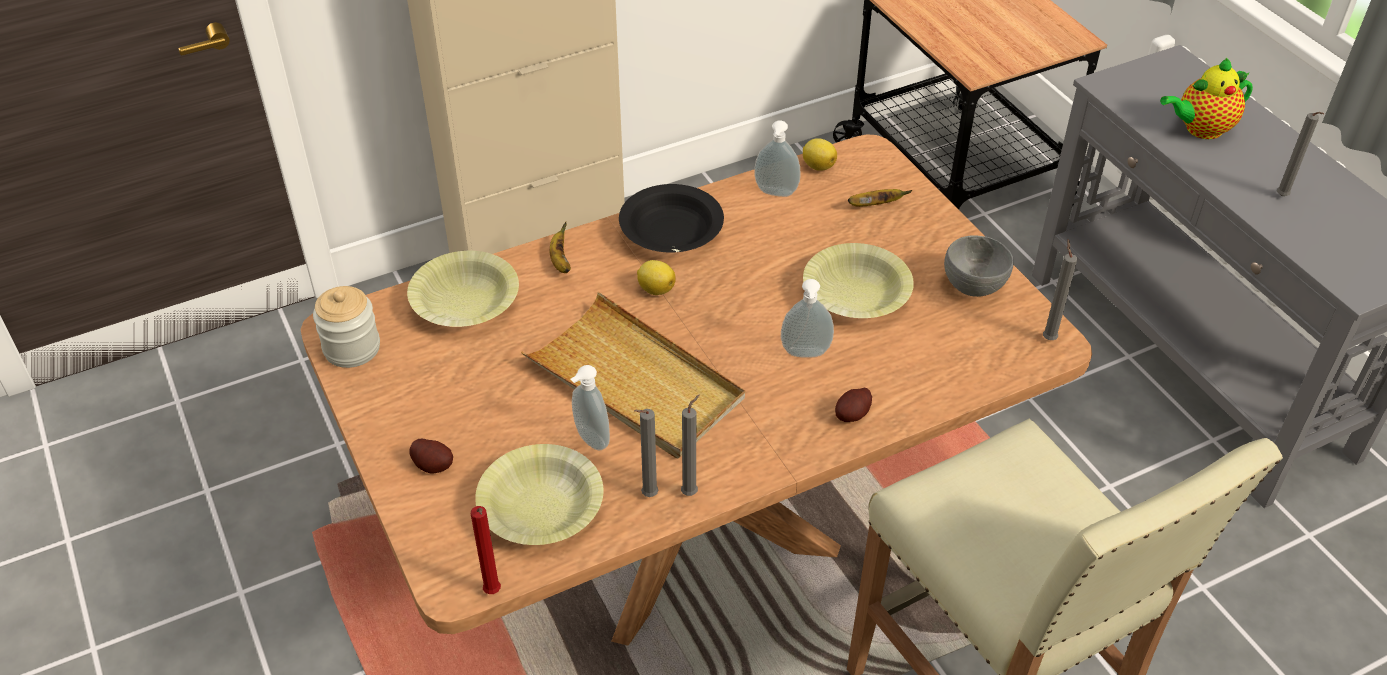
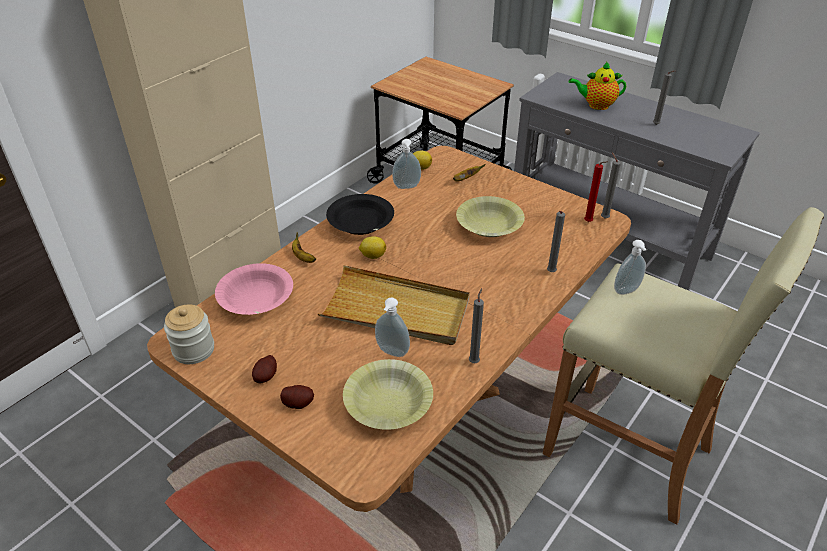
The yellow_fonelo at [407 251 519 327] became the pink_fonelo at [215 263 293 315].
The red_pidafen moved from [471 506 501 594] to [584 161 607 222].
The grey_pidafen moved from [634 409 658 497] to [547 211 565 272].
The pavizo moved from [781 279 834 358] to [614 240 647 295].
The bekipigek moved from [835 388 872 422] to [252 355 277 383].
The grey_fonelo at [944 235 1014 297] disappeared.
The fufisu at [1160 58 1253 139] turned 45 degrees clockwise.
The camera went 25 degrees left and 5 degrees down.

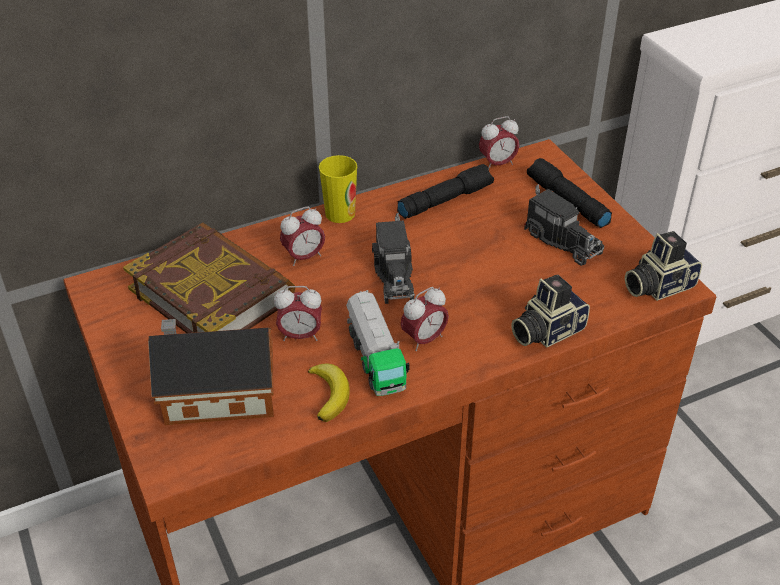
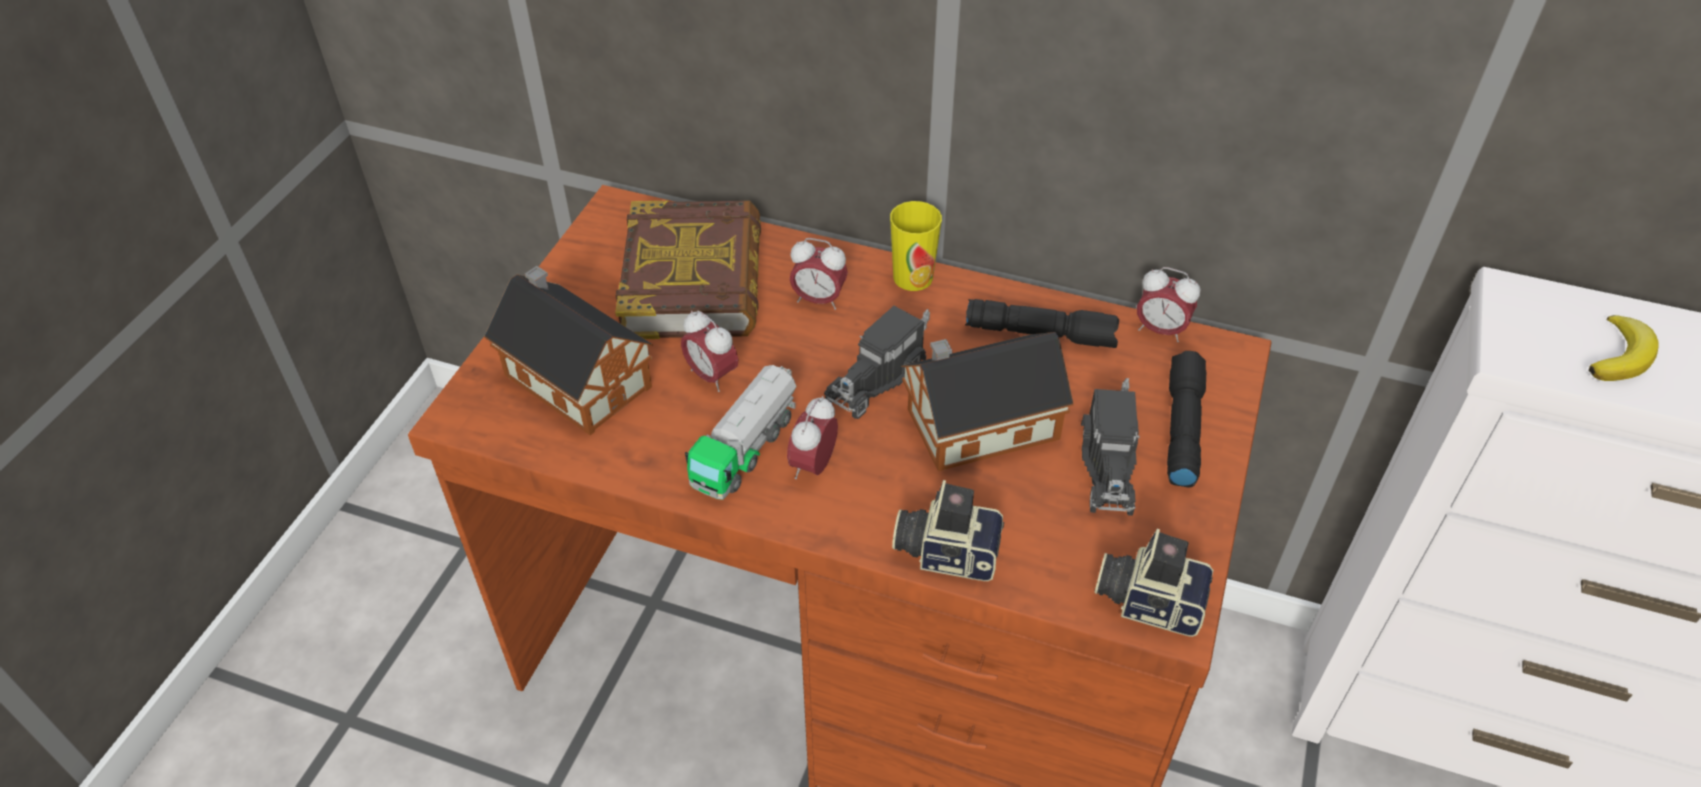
The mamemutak moved from [308 363 350 422] to [1588 315 1658 381].
The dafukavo at [401 287 449 351] turned 105 degrees clockwise.
The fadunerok at [901 332 1074 471] appeared.
The camera went 45 degrees right and 5 degrees up.

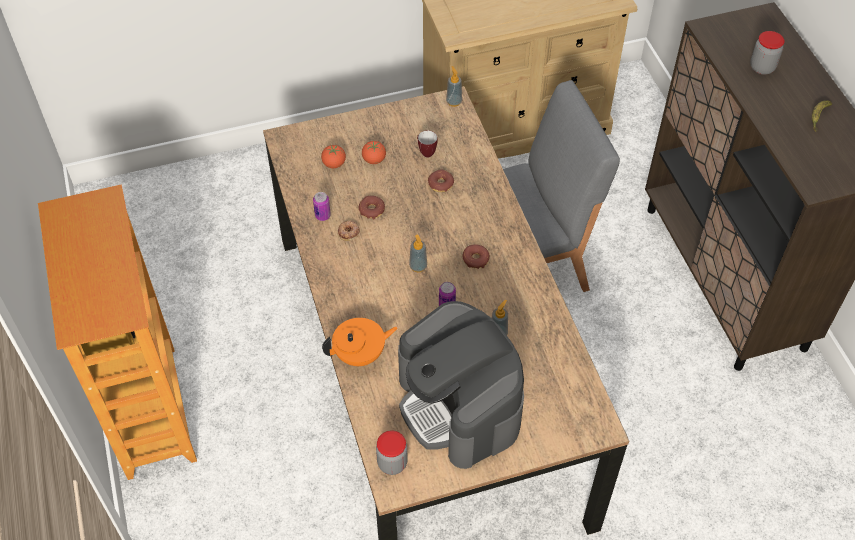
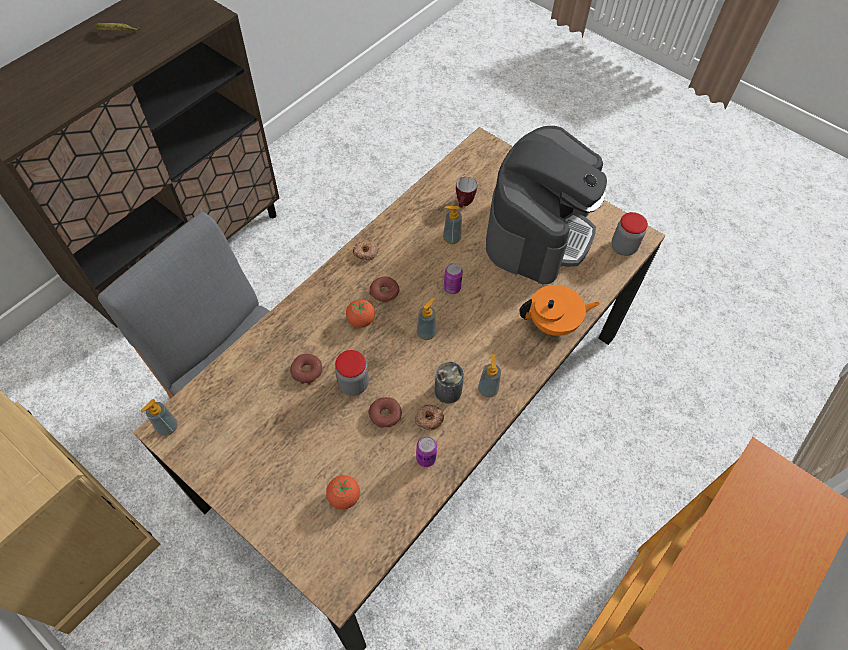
The orange_fufisu at [322 318 398 366] turned 135 degrees clockwise.
The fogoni moved from [362 141 386 164] to [346 299 375 328].
The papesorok moved from [417 130 438 158] to [456 177 477 208].
The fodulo moved from [750 31 784 75] to [335 350 369 396].
The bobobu at [353 241 378 261] appeared.
The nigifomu at [434 362 464 404] appeared.
The pavizo at [478 354 501 398] appeared.
The camera went 125 degrees left and 5 degrees up.

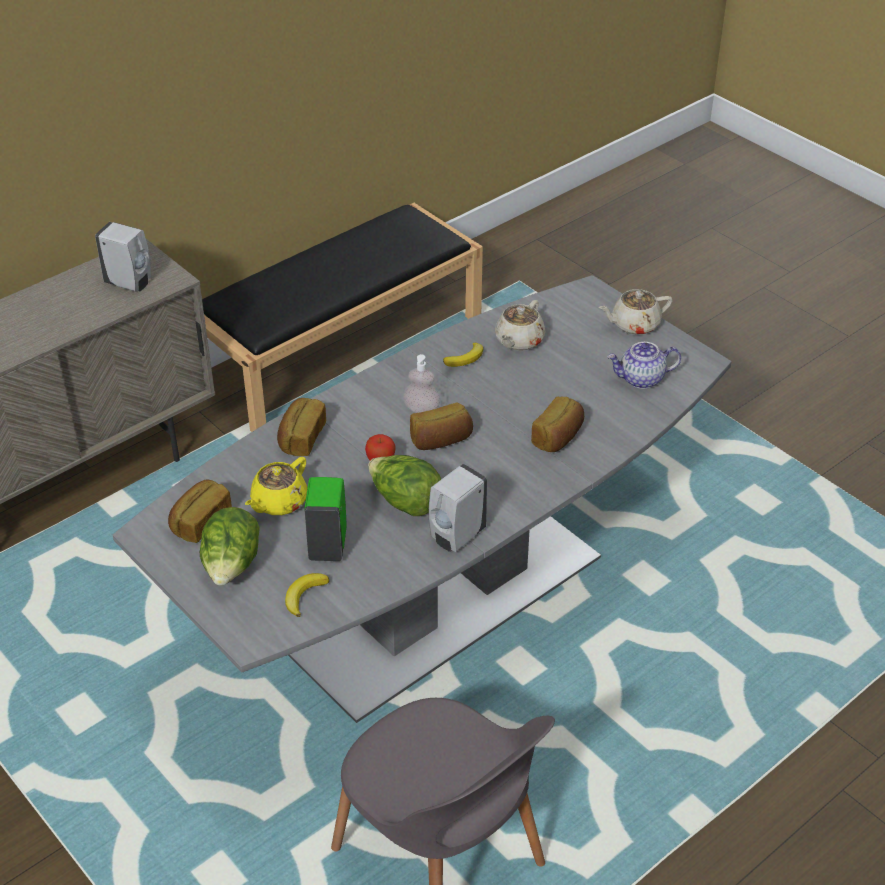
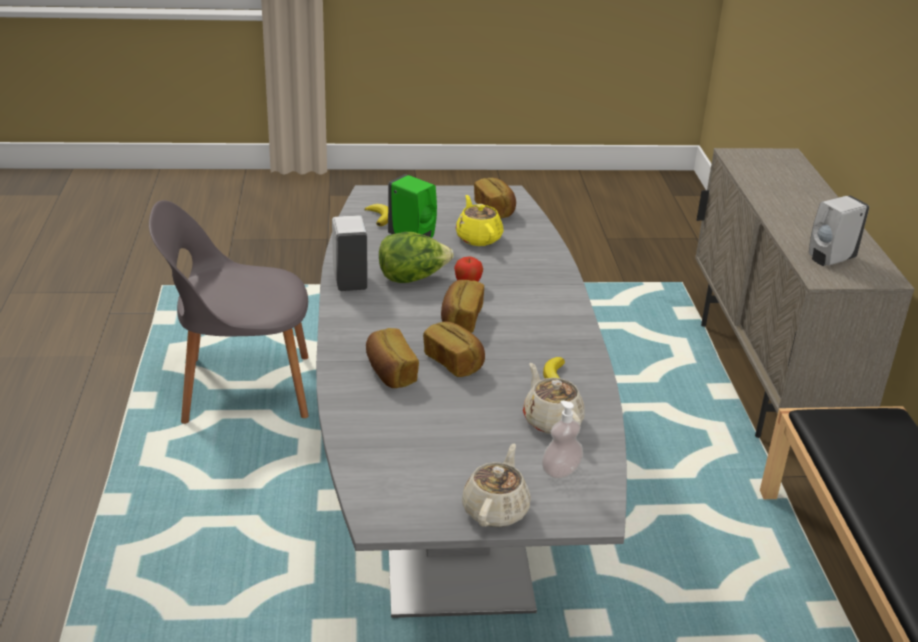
The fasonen at [200 507 260 586] disappeared.
The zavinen moved from [277 398 326 456] to [423 322 485 377].
The pavizo moved from [403 354 441 413] to [542 401 583 479].
The fufisu at [607 342 681 389] disappeared.
The camera went 125 degrees right and 10 degrees down.

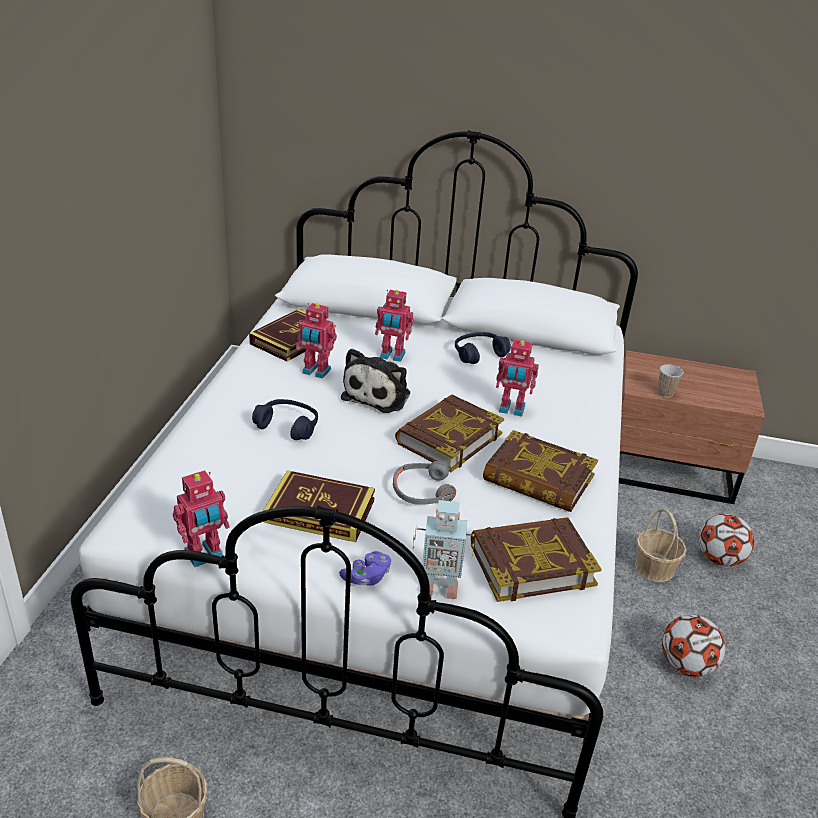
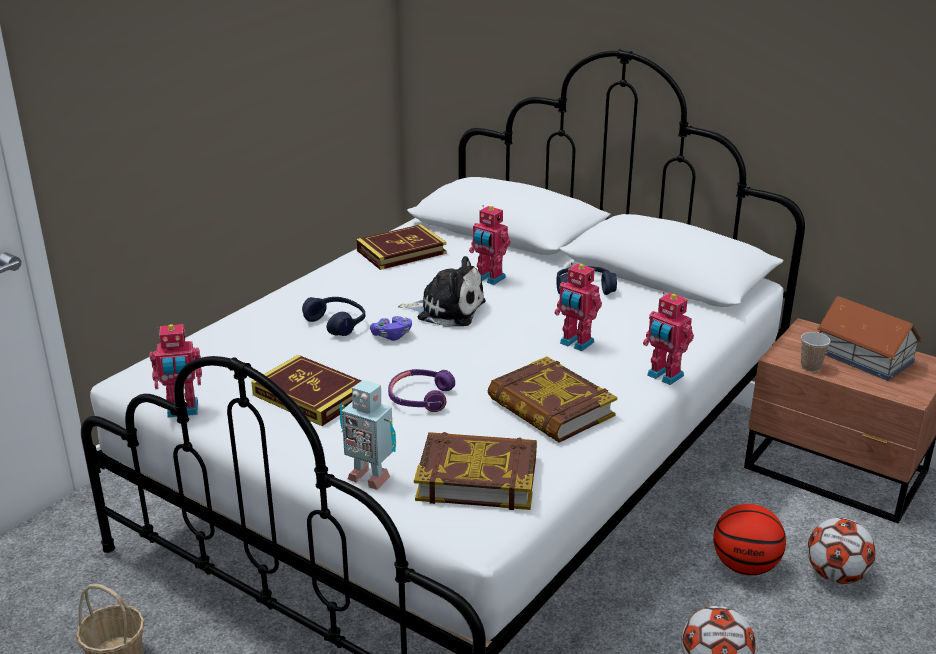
The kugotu moved from [296 303 337 379] to [643 292 694 385].
The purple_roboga moved from [339 551 391 586] to [370 316 412 341].
The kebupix at [341 348 410 413] turned 120 degrees counterclockwise.
The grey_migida at [393 461 456 505] became the purple_migida at [388 369 455 412].
The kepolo at [395 395 504 472] disappeared.
The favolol at [635 508 687 582] was replaced by the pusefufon at [713 504 786 576].
The fadunerok at [816 296 922 381] appeared.
The camera went 25 degrees right and 5 degrees down.

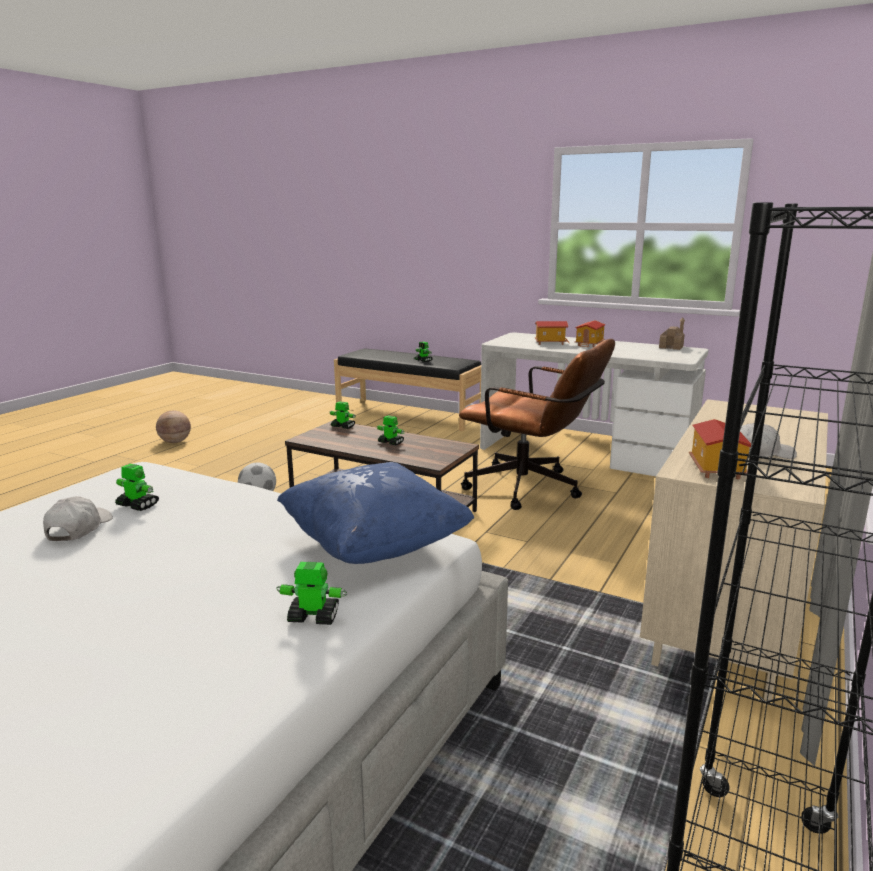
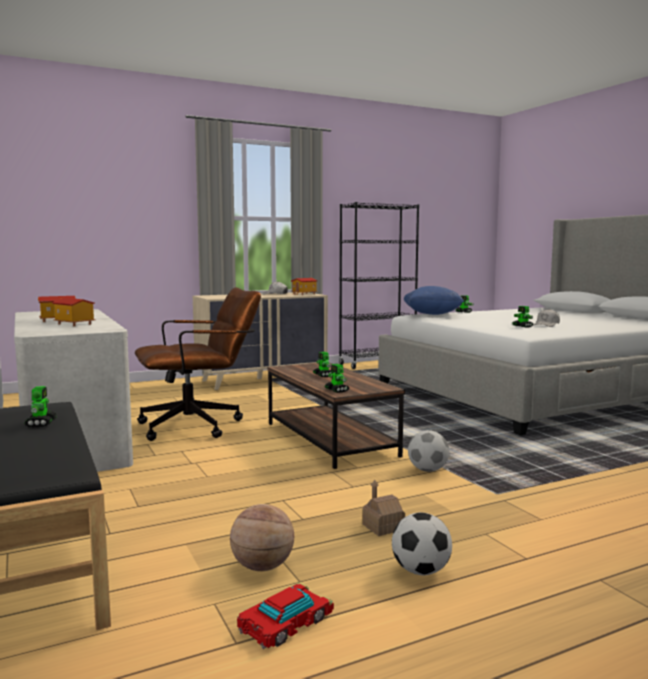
The pusefufon moved from [156 411 191 443] to [230 504 294 571].
The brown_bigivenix at [459 339 615 510] turned 90 degrees clockwise.
The fadunerok moved from [659 318 685 350] to [362 480 405 536].
The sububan at [237 583 334 649] appeared.
The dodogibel at [392 512 452 575] appeared.
The camera went 145 degrees left and 10 degrees down.

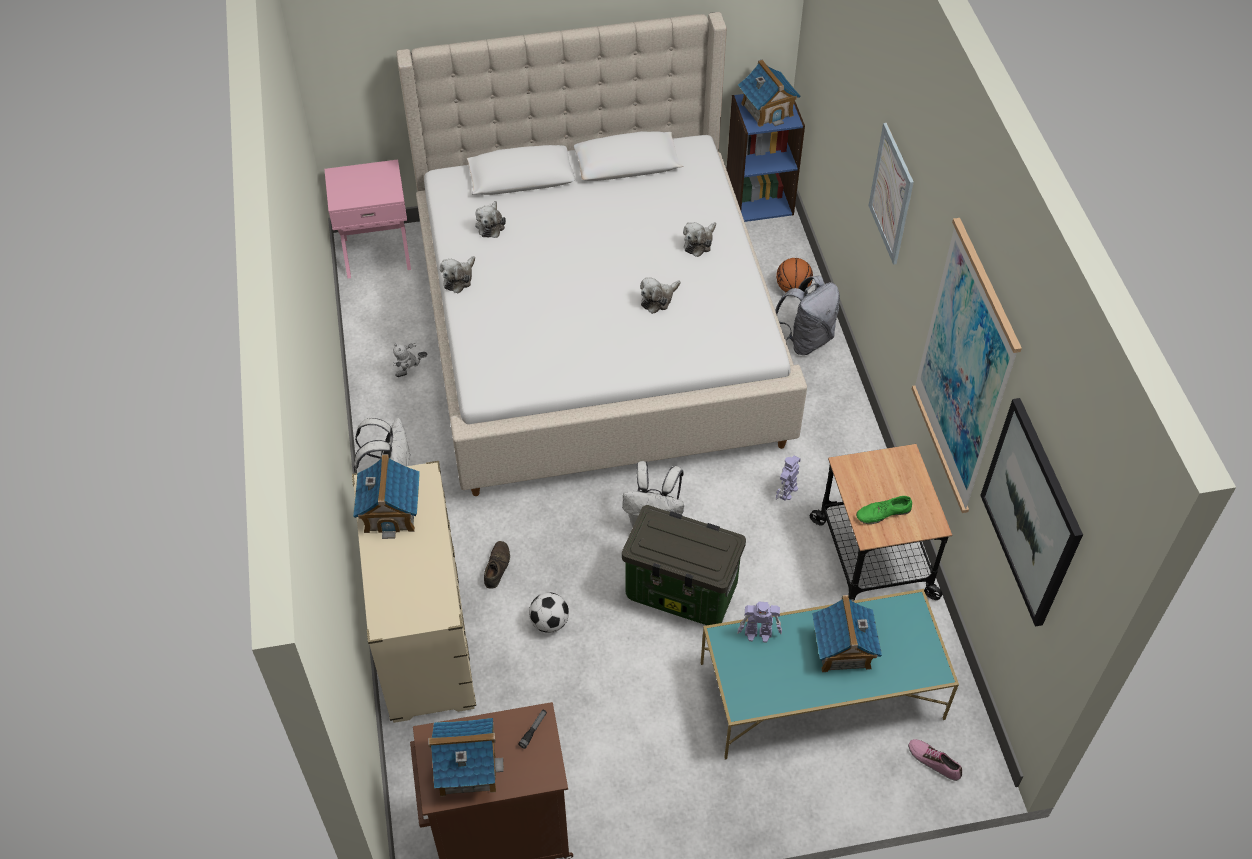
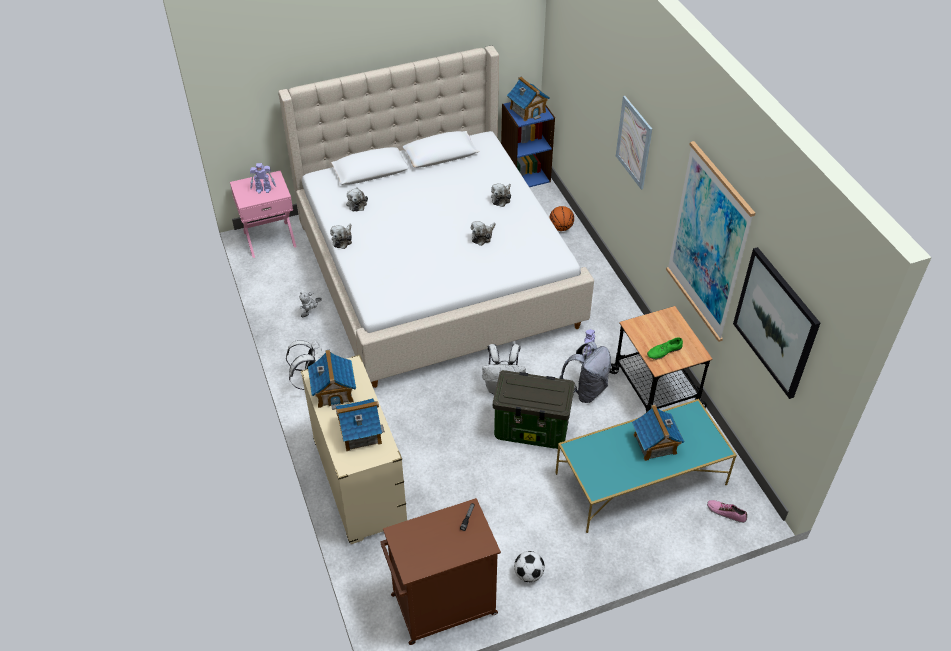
The fadunerok moved from [428 718 504 797] to [336 398 385 451].
The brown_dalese at [484 541 510 589] disappeared.
The dodogibel moved from [529 592 569 633] to [514 551 545 582].
The kugotu moved from [737 601 782 643] to [250 163 276 194].
The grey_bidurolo moved from [775 276 840 355] to [560 342 611 403].
The camera went 10 degrees left and 5 degrees down.

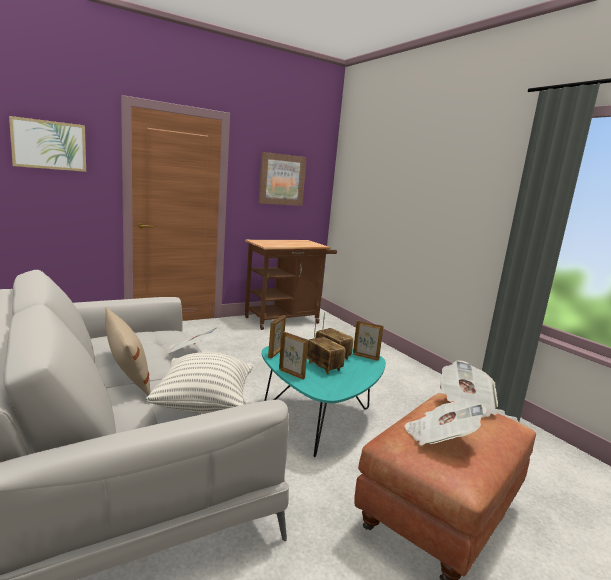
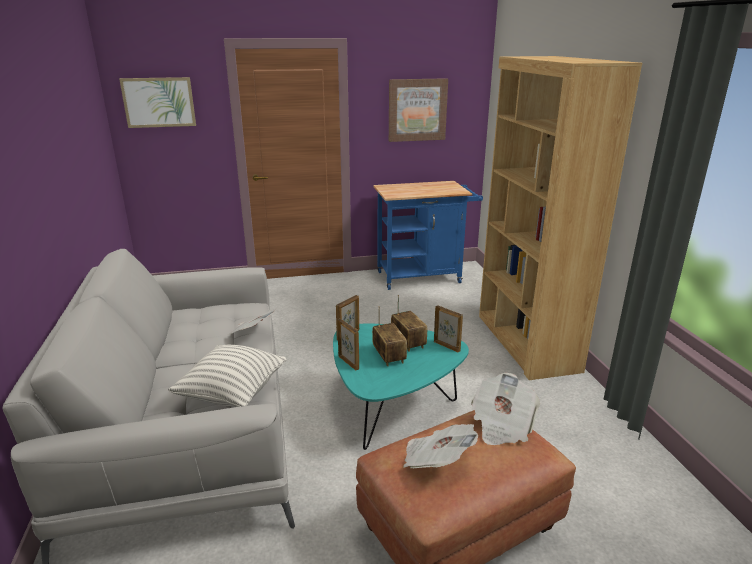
The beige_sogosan at [105 307 151 396] disappeared.
The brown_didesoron at [245 240 337 330] became the blue_didesoron at [374 181 483 290].
The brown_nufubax at [479 56 642 380] appeared.
The camera went 20 degrees right and 10 degrees up.

